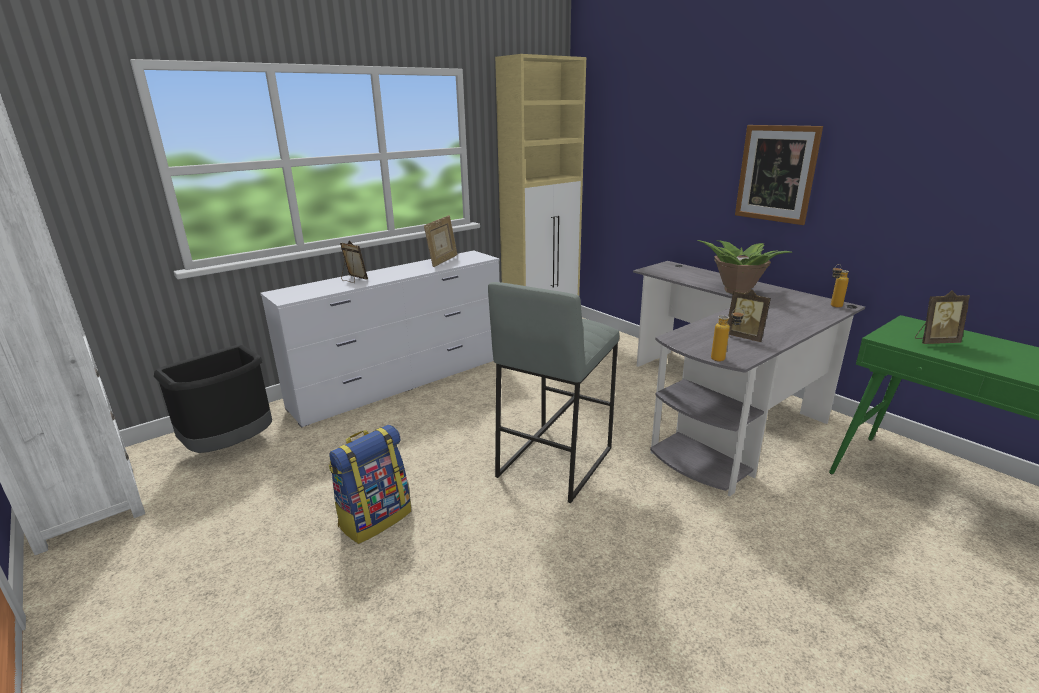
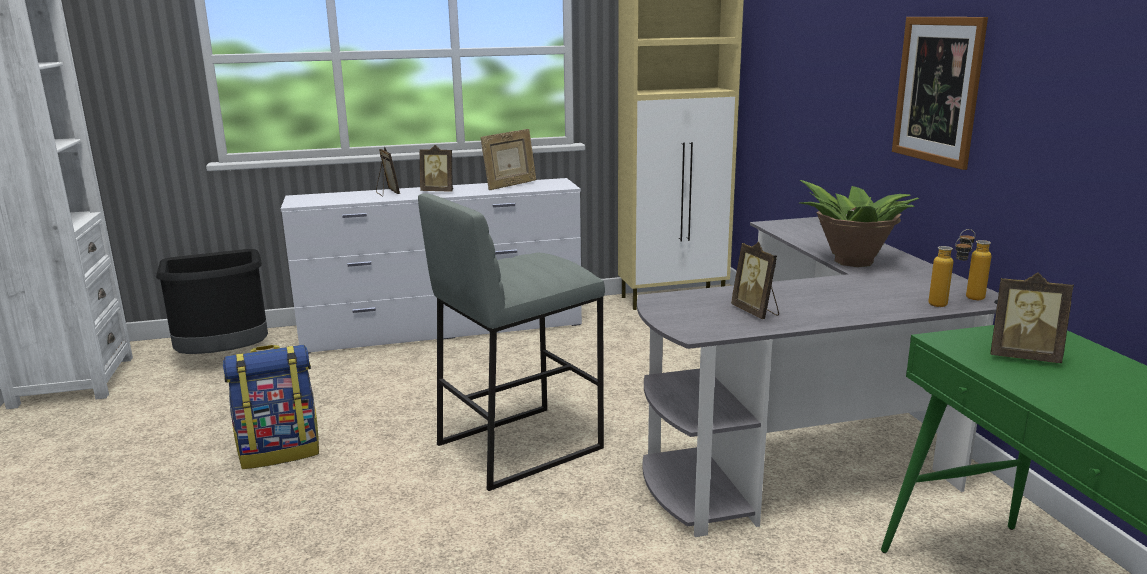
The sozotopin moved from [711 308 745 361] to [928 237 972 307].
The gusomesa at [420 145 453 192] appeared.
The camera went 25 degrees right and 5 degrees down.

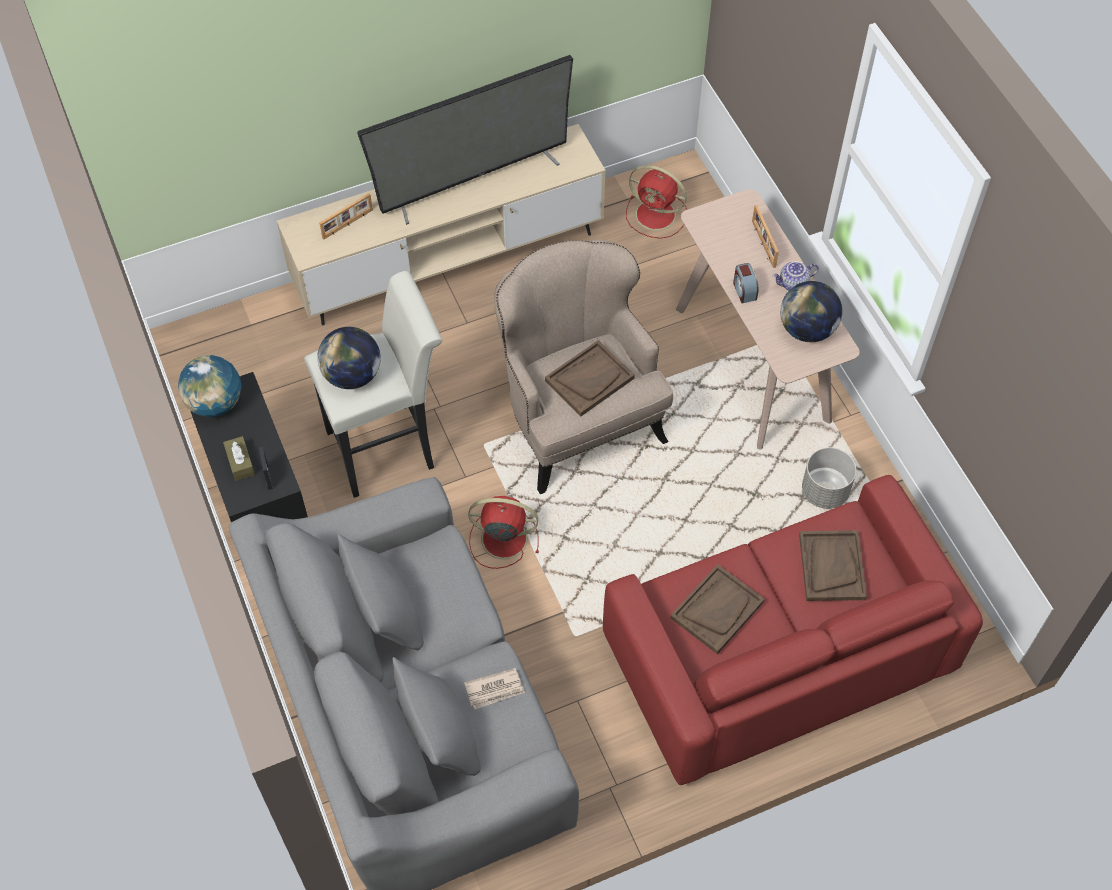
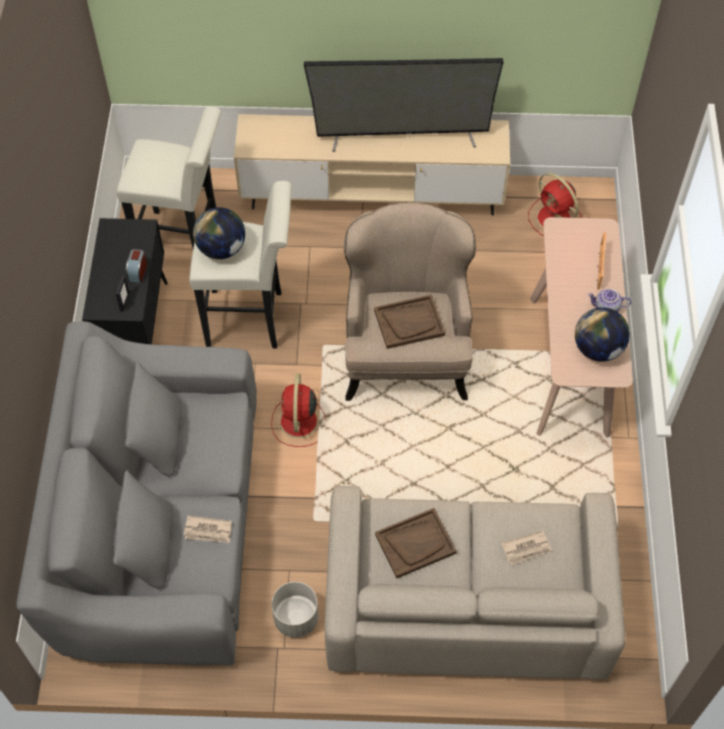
The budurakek at [178 355 242 417] disappeared.
The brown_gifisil at [223 436 255 481] disappeared.
The gusomesa at [319 193 373 240] disappeared.
The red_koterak at [468 496 539 569] turned 120 degrees counterclockwise.
The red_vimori at [603 475 983 785] became the beige_vimori at [325 486 625 679].
The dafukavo moved from [733 263 758 303] to [126 249 147 283].
The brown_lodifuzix at [799 530 867 601] was replaced by the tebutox at [501 531 552 565].
The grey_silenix moved from [802 447 856 509] to [271 582 319 638].
The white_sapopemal at [116 106 221 248] appeared.
The camera went 25 degrees right and 0 degrees up.

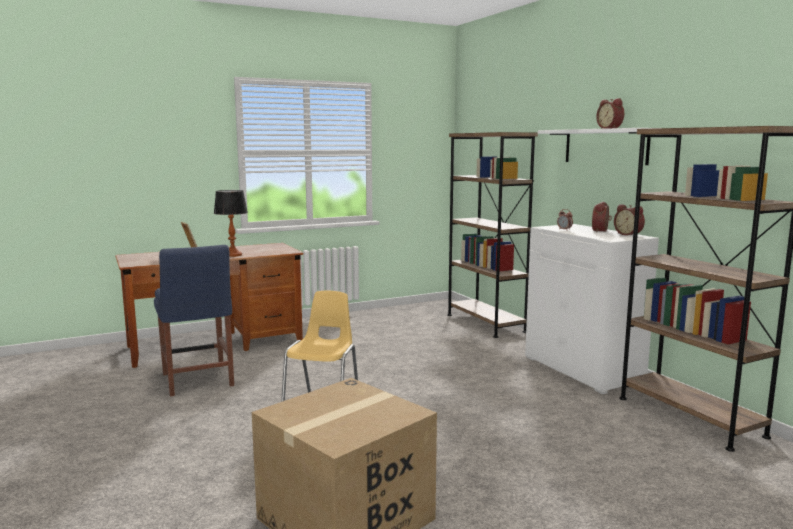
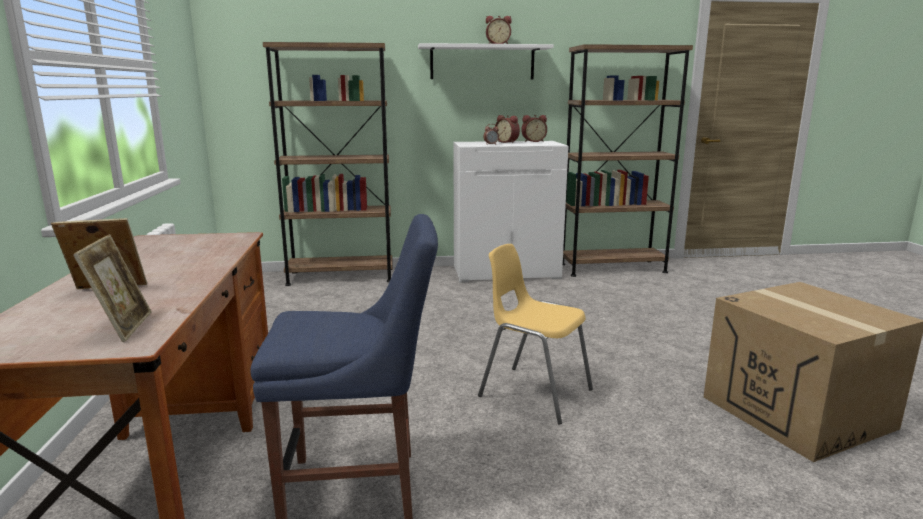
The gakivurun at [214 190 248 257] disappeared.
The gusomesa at [73 234 152 342] appeared.
The camera went 70 degrees left and 5 degrees up.

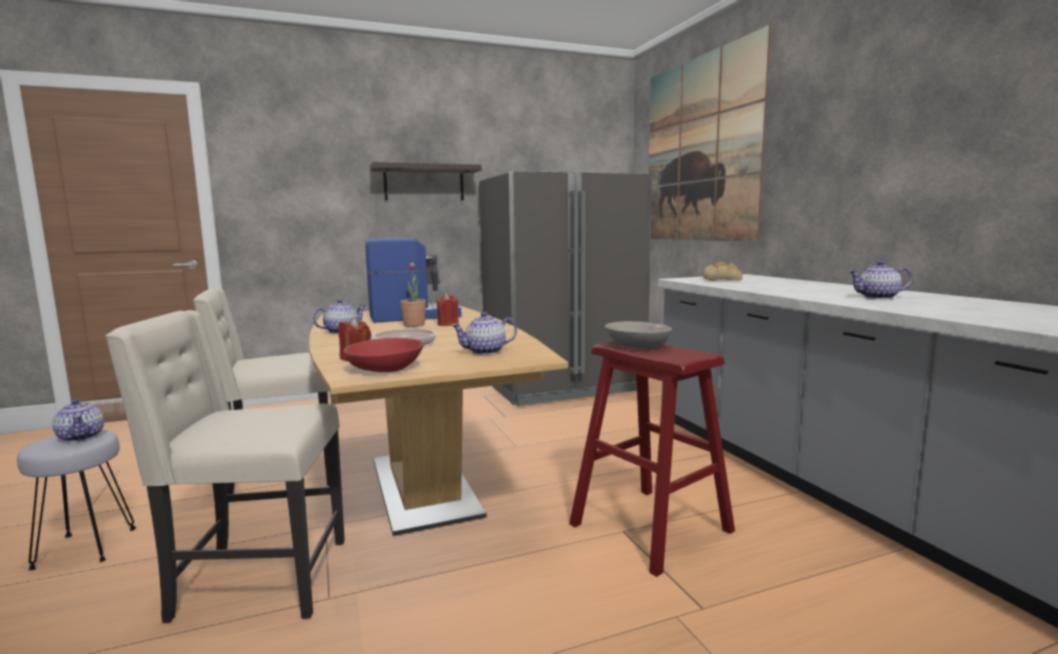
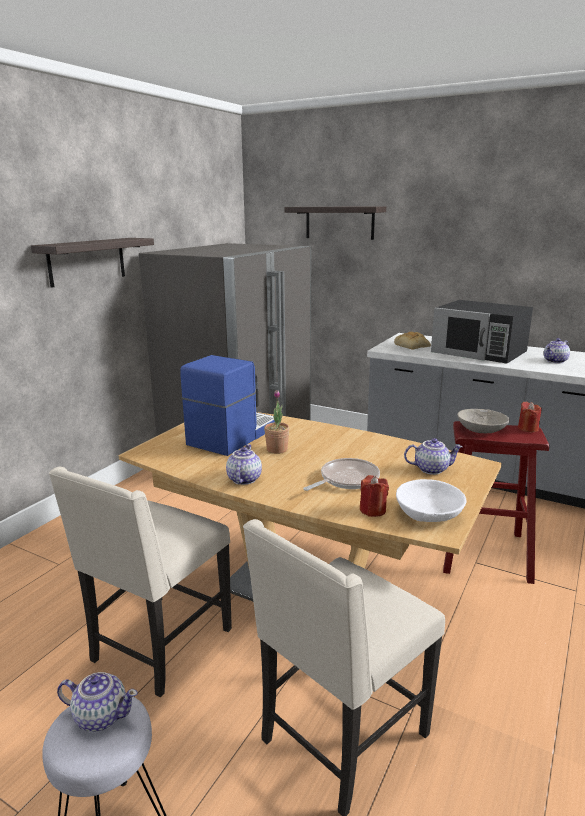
The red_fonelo at [343 338 424 372] became the white_fonelo at [396 479 466 522].
The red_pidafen moved from [436 294 459 326] to [518 402 542 432].
The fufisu at [451 312 517 355] turned 120 degrees counterclockwise.
The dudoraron at [649 25 771 242] was replaced by the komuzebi at [284 206 386 240].
The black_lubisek at [431 300 533 363] appeared.
The camera went 40 degrees left and 10 degrees up.

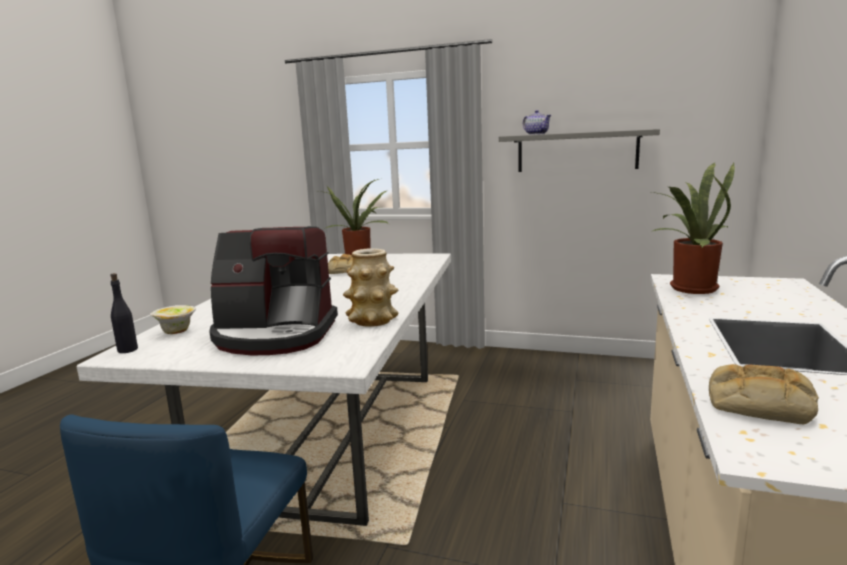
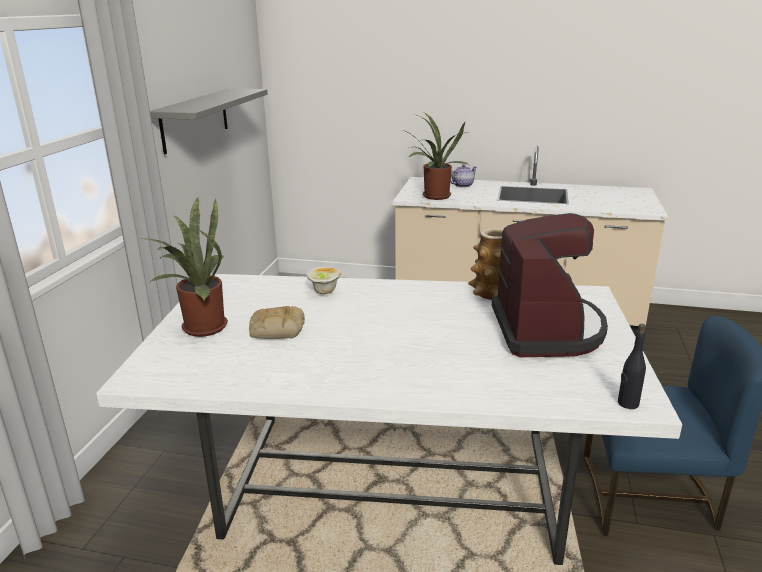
The fonelo moved from [150 305 196 334] to [306 267 341 294].
The fufisu moved from [523 110 551 135] to [450 164 477 188].
The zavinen at [709 364 819 424] disappeared.
The camera went 95 degrees left and 10 degrees up.

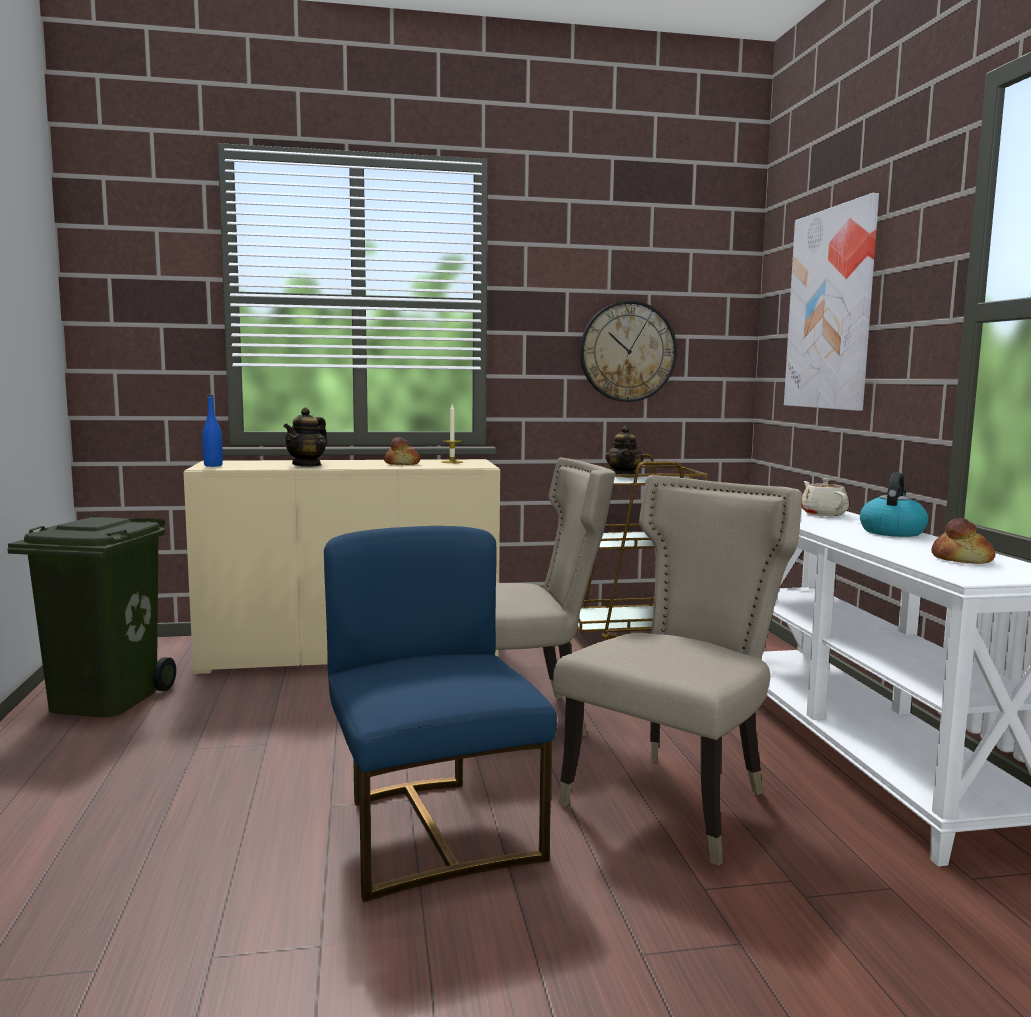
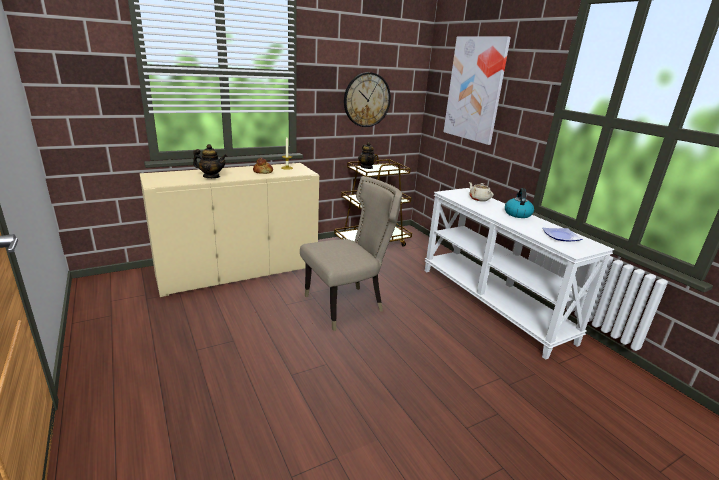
The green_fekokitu at [8 516 176 717] disappeared.
The blue_sozotopin at [202 395 223 467] disappeared.
The fufisu at [283 407 327 467] turned 90 degrees counterclockwise.
The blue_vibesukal at [324 526 557 902] disappeared.
The beige_vibesukal at [553 475 802 866] disappeared.
The zavinen at [931 518 995 564] was replaced by the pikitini at [542 228 582 242].
The camera went 20 degrees left and 15 degrees up.

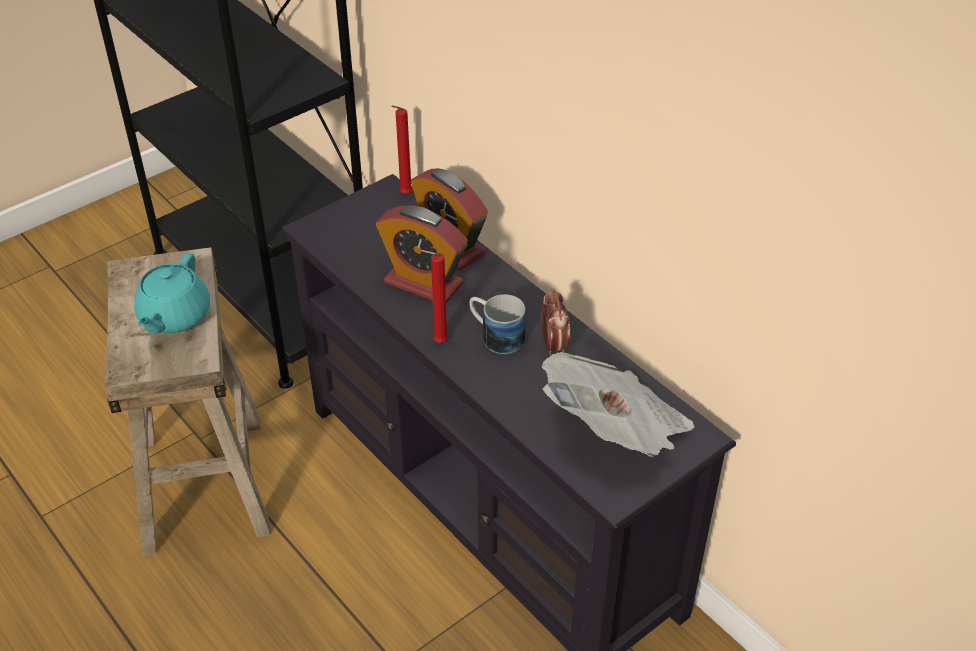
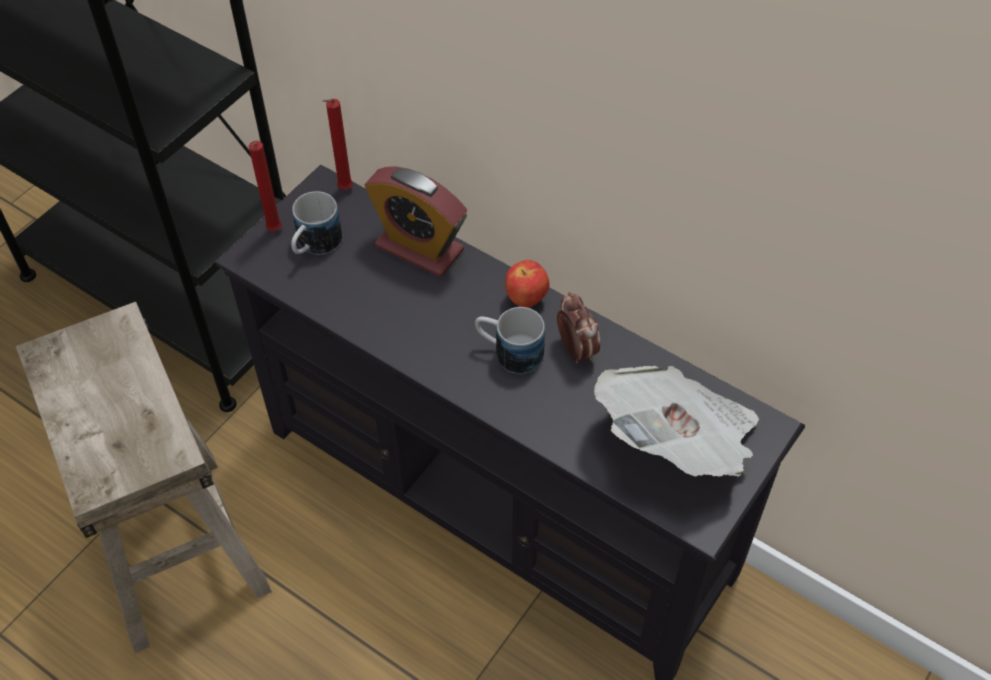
The turquoise_fufisu at [134 253 210 333] disappeared.
The dafukavo at [375 205 468 303] disappeared.
The red_pidafen moved from [431 253 448 343] to [249 141 282 231].
The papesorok at [291 191 342 255] appeared.
The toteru at [505 260 550 308] appeared.
The camera went 15 degrees left and 10 degrees up.

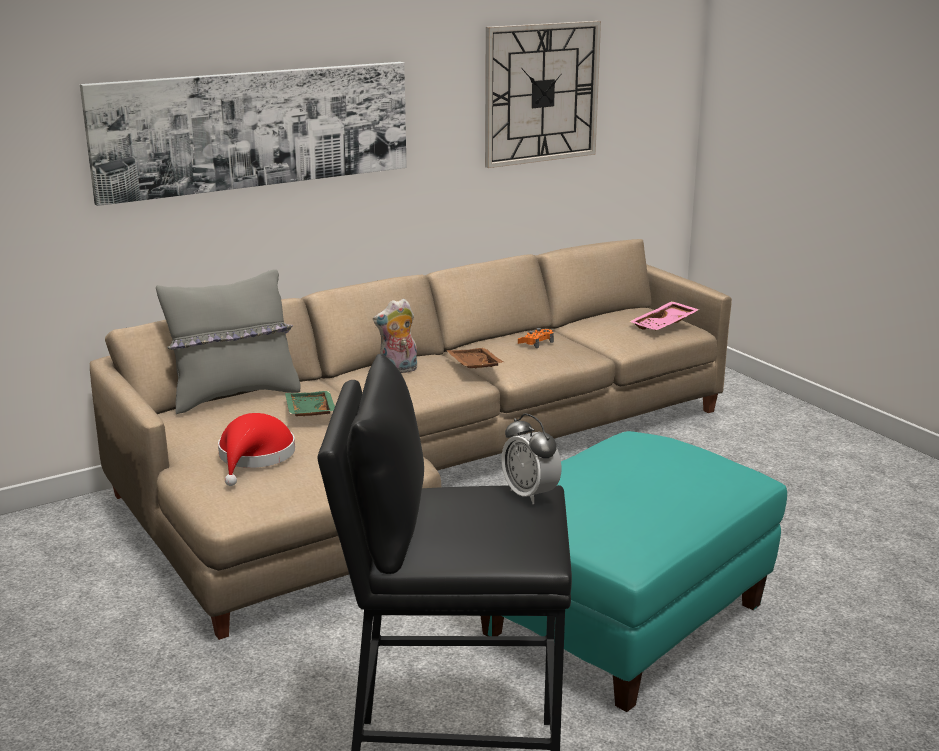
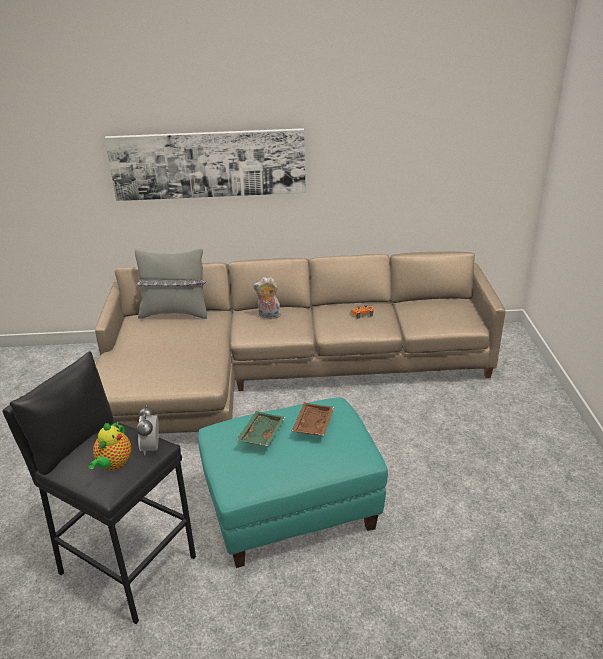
The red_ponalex at [218 413 295 486] disappeared.
The green_lodifuzix moved from [285 391 335 416] to [236 411 285 446].
The brown_lodifuzix moved from [446 348 505 368] to [292 402 334 436].
The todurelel at [485 21 601 168] disappeared.
The pink_lodifuzix at [629 301 699 330] disappeared.
The fufisu at [88 422 131 471] appeared.
The camera went 30 degrees right and 10 degrees up.

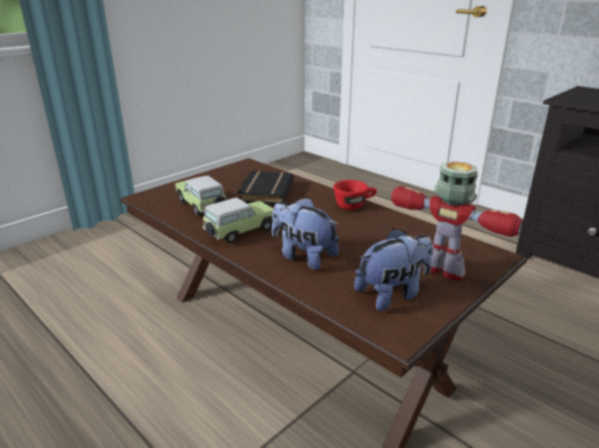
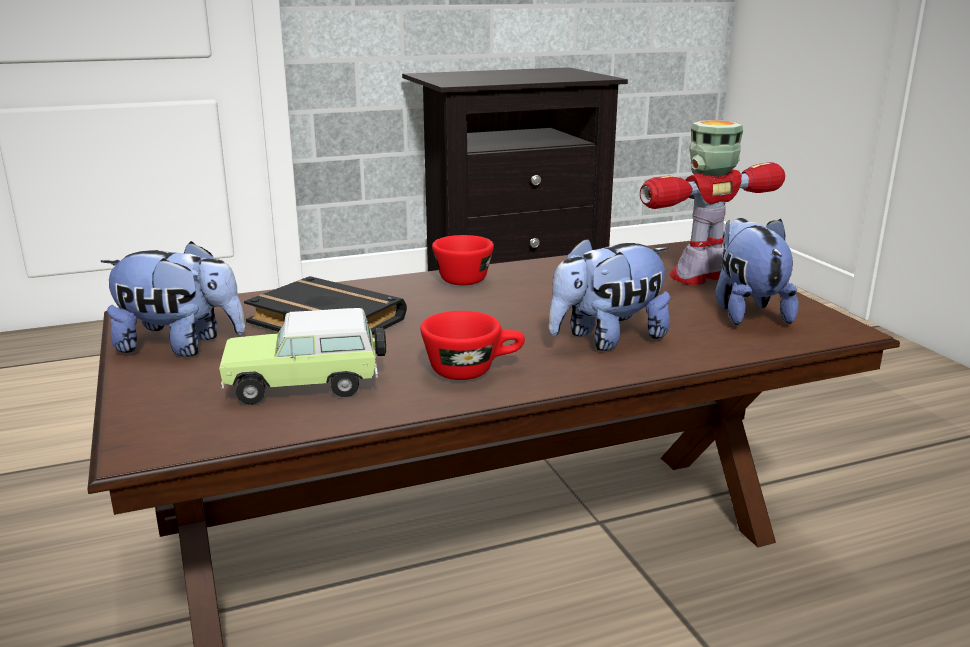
The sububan at [203 197 273 244] was replaced by the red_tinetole at [420 311 525 380].
The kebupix at [101 241 245 357] appeared.
The camera went 65 degrees left and 5 degrees down.

